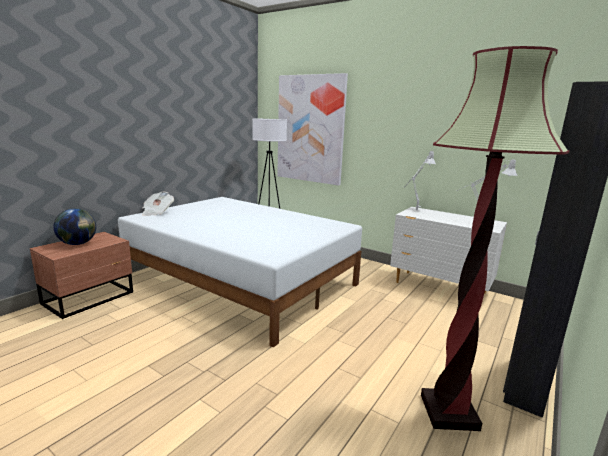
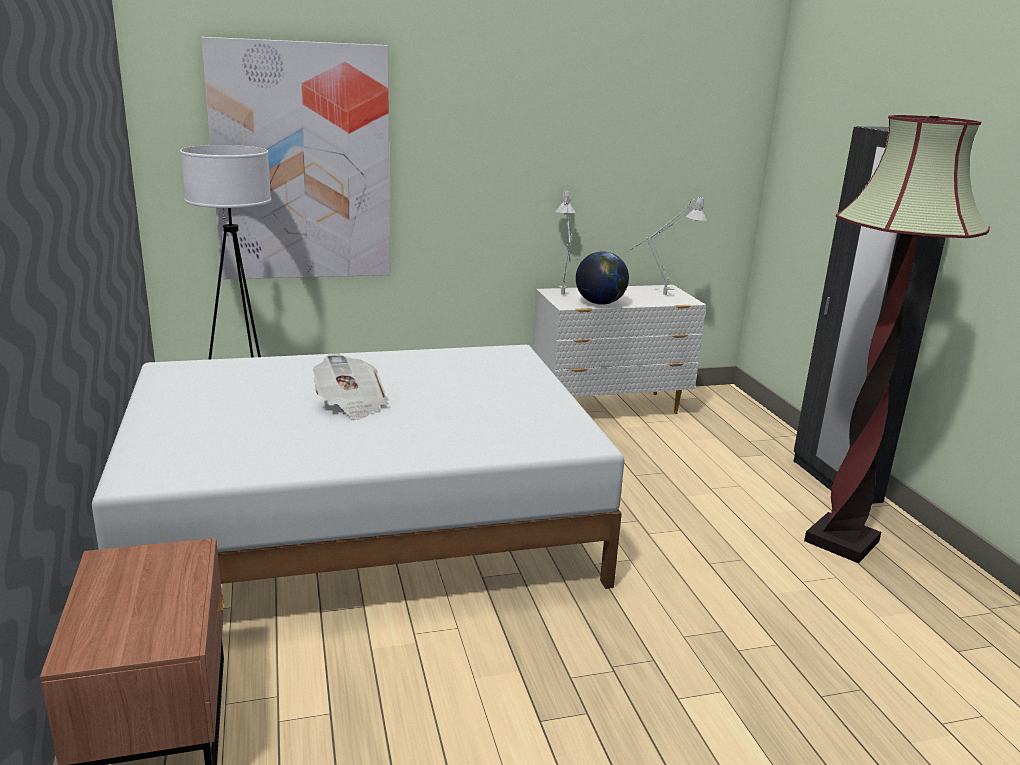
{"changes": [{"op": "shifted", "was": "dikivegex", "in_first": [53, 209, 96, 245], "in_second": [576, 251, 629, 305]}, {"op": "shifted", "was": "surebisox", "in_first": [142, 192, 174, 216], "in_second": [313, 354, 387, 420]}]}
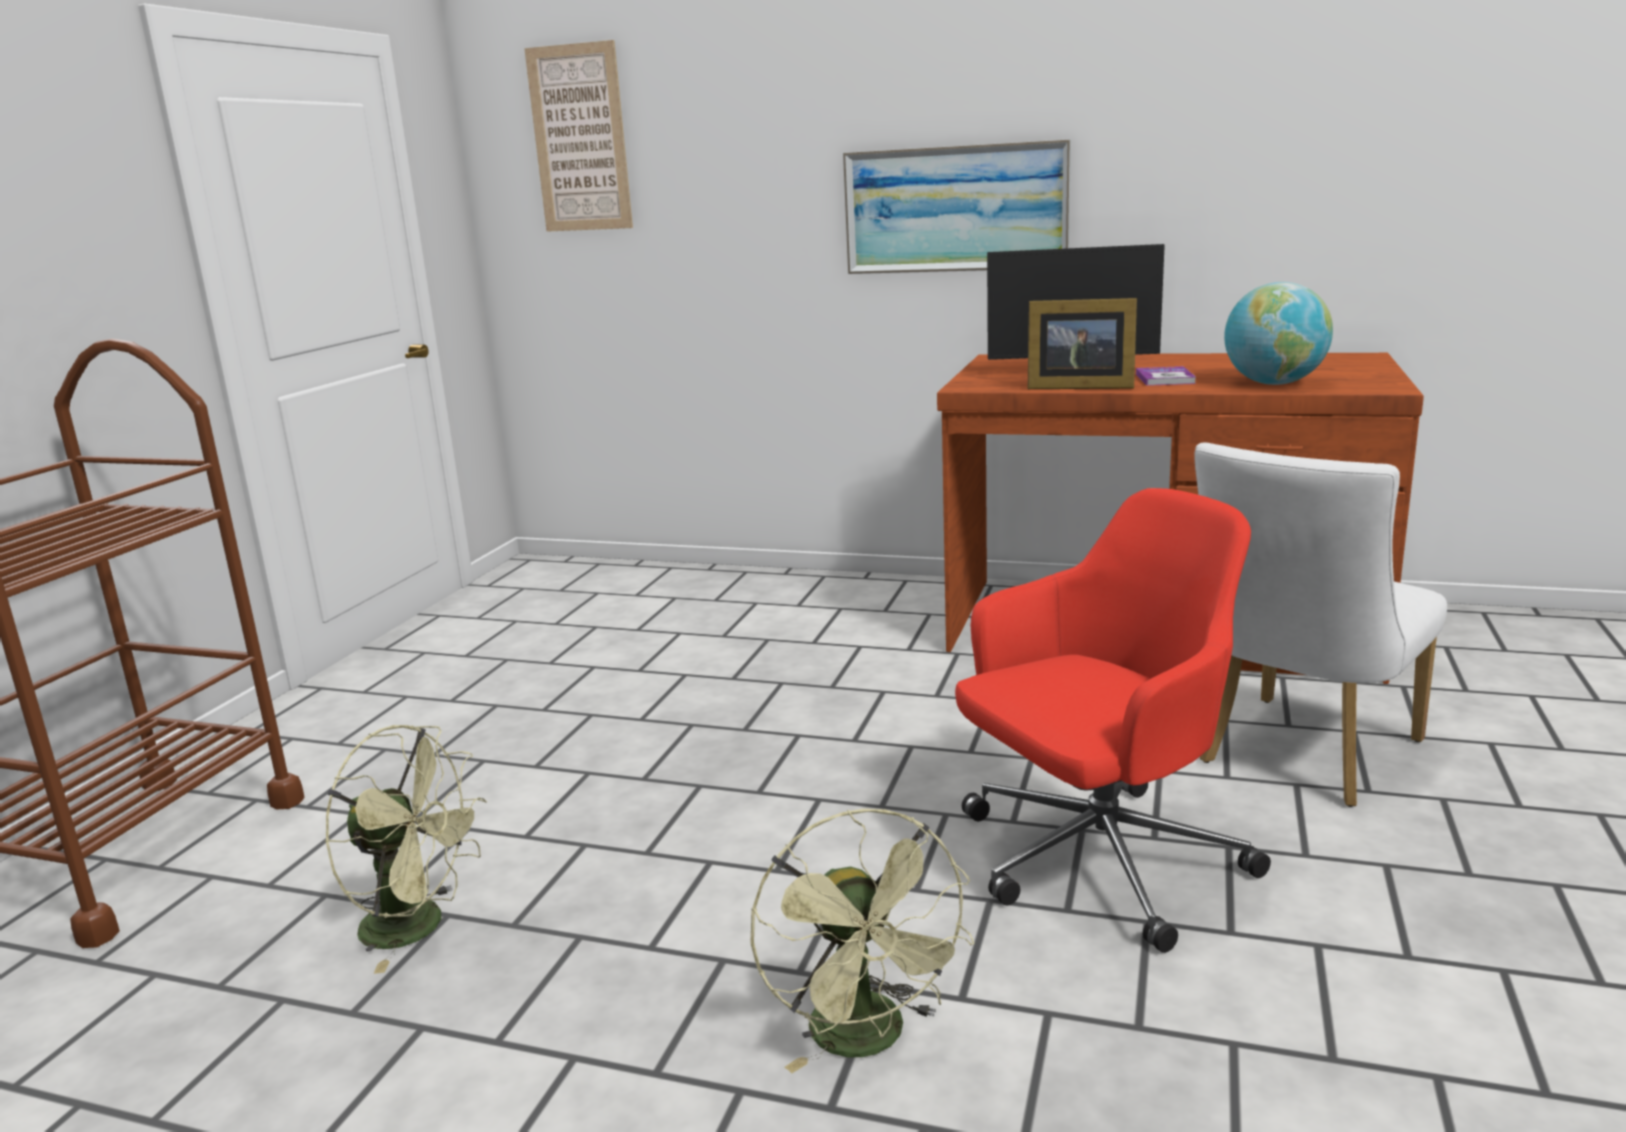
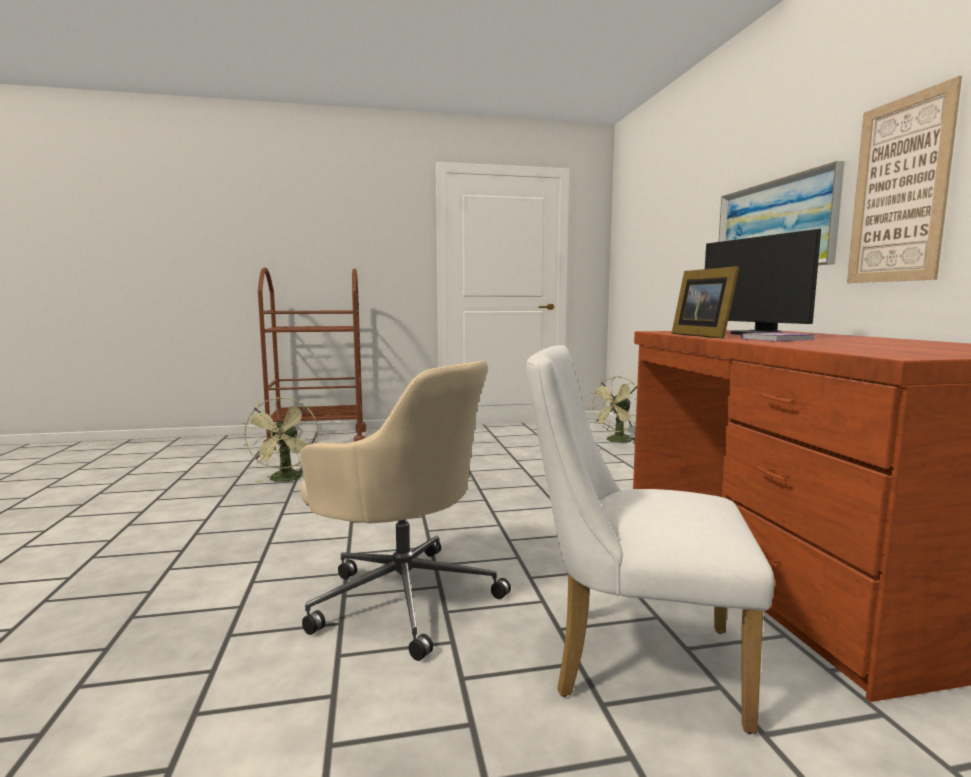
{"changes": [{"op": "gone", "was": "dikivegex", "in_first": [1224, 282, 1333, 385]}, {"op": "shifted", "was": "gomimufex", "in_first": [524, 40, 633, 232], "in_second": [847, 76, 962, 283]}, {"op": "shifted", "was": "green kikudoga", "in_first": [751, 809, 974, 1073], "in_second": [588, 376, 637, 444]}, {"op": "repainted", "was": "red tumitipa", "now": "beige tumitipa", "in_first": [955, 488, 1271, 953], "in_second": [300, 361, 511, 661]}]}
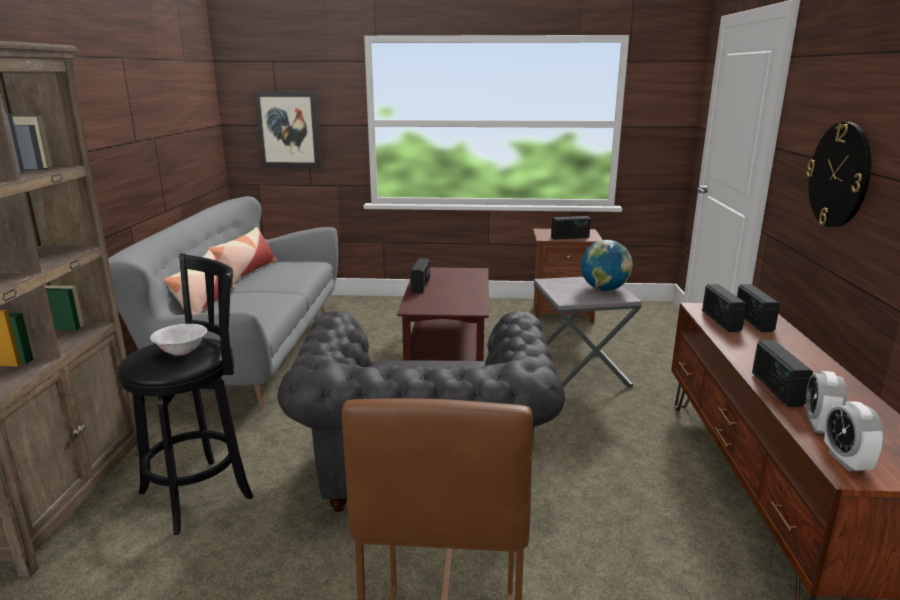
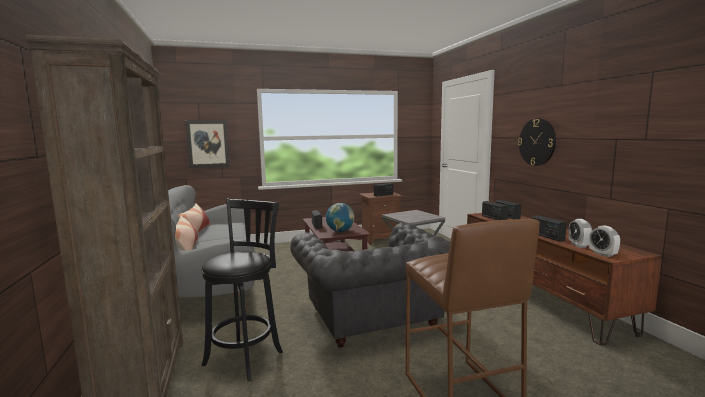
{"changes": [{"op": "gone", "was": "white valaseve", "in_first": [150, 324, 207, 356]}, {"op": "shifted", "was": "dikivegex", "in_first": [581, 240, 633, 291], "in_second": [326, 203, 355, 232]}]}
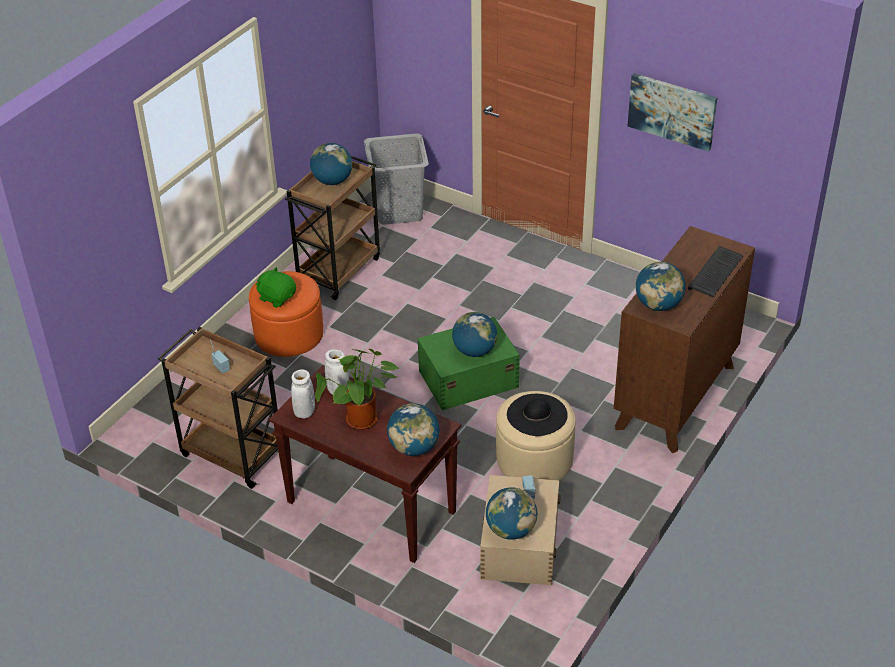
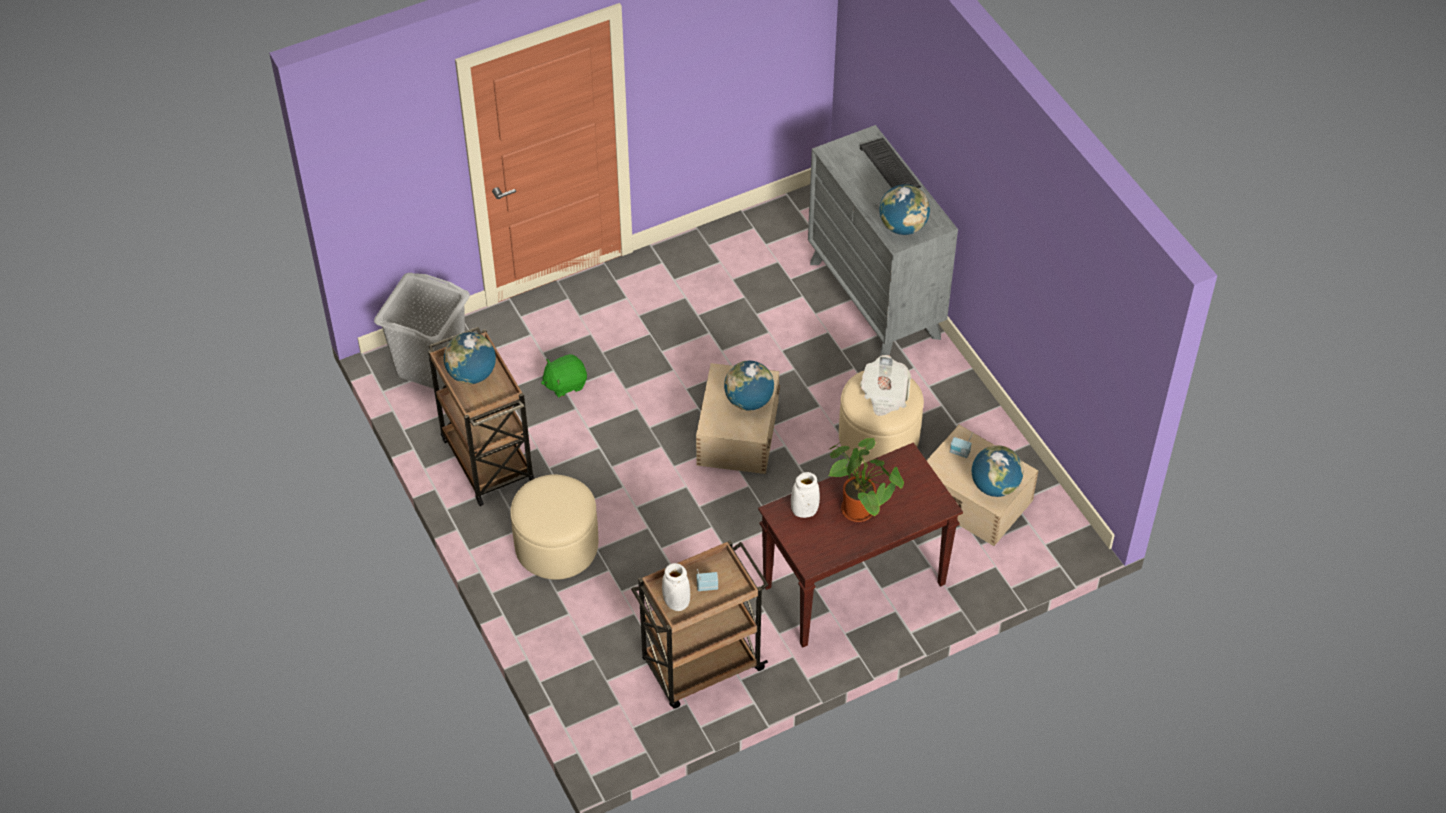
{"changes": [{"op": "gone", "was": "dikivegex", "in_first": [387, 403, 440, 456]}, {"op": "gone", "was": "gomimufex", "in_first": [627, 73, 717, 152]}, {"op": "shifted", "was": "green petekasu", "in_first": [256, 267, 296, 308], "in_second": [541, 354, 587, 397]}, {"op": "shifted", "was": "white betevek", "in_first": [291, 369, 315, 418], "in_second": [662, 563, 690, 611]}, {"op": "swapped", "was": "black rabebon", "now": "surebisox", "in_first": [507, 394, 568, 436], "in_second": [860, 355, 911, 416]}, {"op": "repainted", "was": "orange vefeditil", "now": "beige vefeditil", "in_first": [249, 271, 323, 357], "in_second": [510, 475, 599, 580]}, {"op": "repainted", "was": "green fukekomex", "now": "beige fukekomex", "in_first": [418, 317, 520, 410], "in_second": [696, 363, 780, 474]}, {"op": "repainted", "was": "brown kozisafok", "now": "grey kozisafok", "in_first": [614, 226, 755, 453], "in_second": [808, 125, 958, 356]}]}
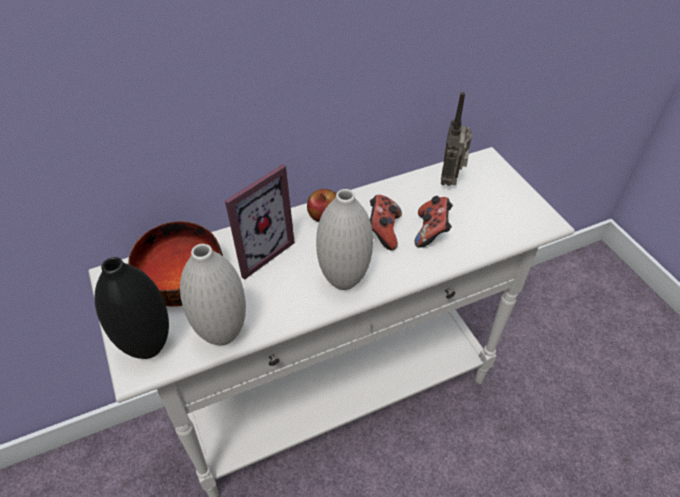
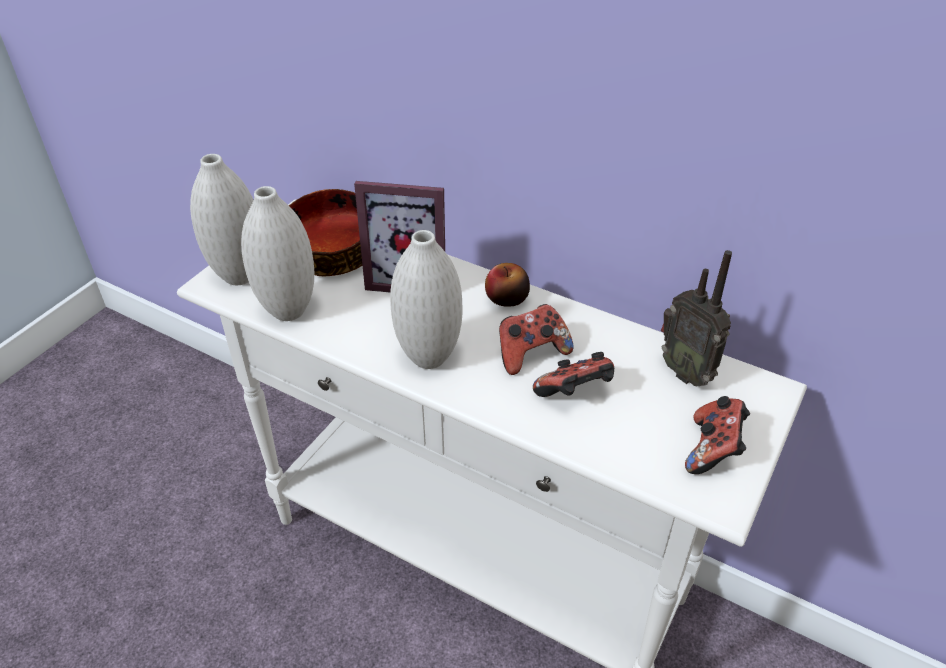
{"changes": [{"op": "new", "now": "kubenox", "in_second": [685, 396, 750, 474]}, {"op": "repainted", "was": "black betevek", "now": "white betevek", "in_first": [94, 257, 169, 359], "in_second": [190, 154, 254, 285]}, {"op": "rotated", "was": "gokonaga", "in_first": [441, 92, 472, 186], "in_second": [661, 250, 732, 386], "clockwise": -105}]}
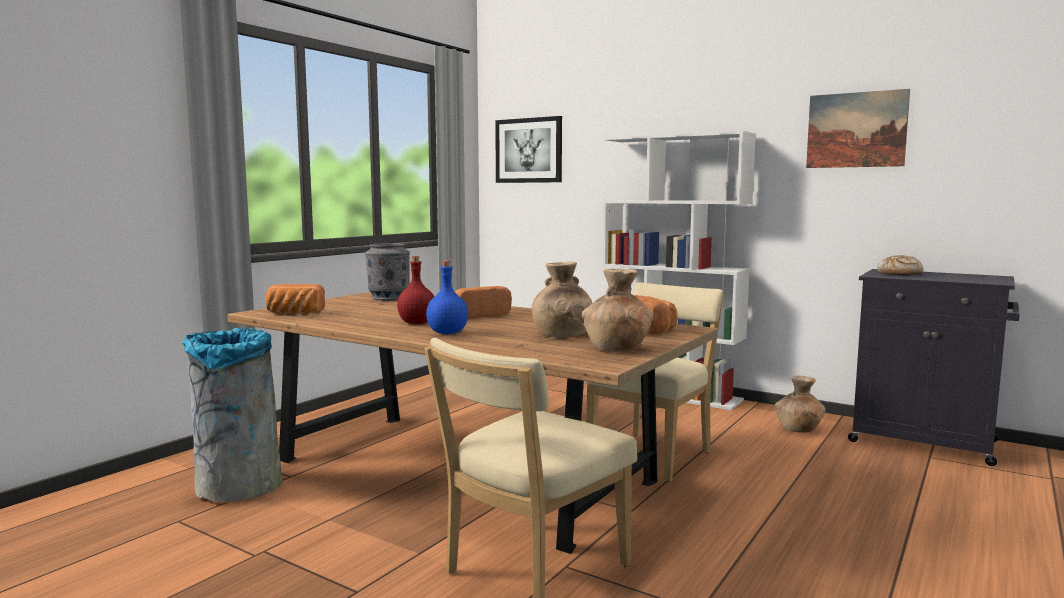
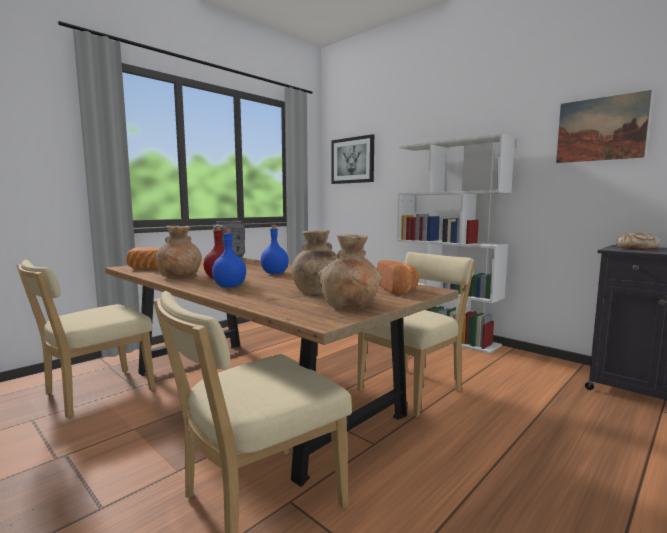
{"changes": [{"op": "shifted", "was": "brown betevek", "in_first": [775, 375, 826, 433], "in_second": [156, 226, 202, 277]}, {"op": "swapped", "was": "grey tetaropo", "now": "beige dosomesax", "in_first": [182, 328, 283, 502], "in_second": [17, 260, 155, 418]}, {"op": "swapped", "was": "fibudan", "now": "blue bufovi", "in_first": [455, 286, 512, 318], "in_second": [260, 225, 289, 274]}]}
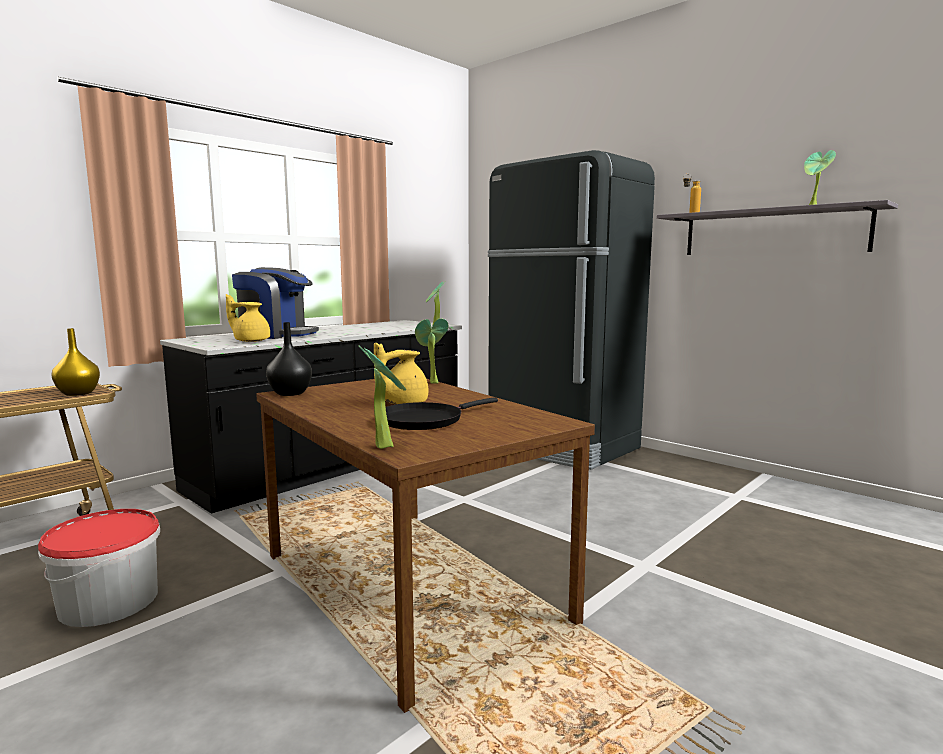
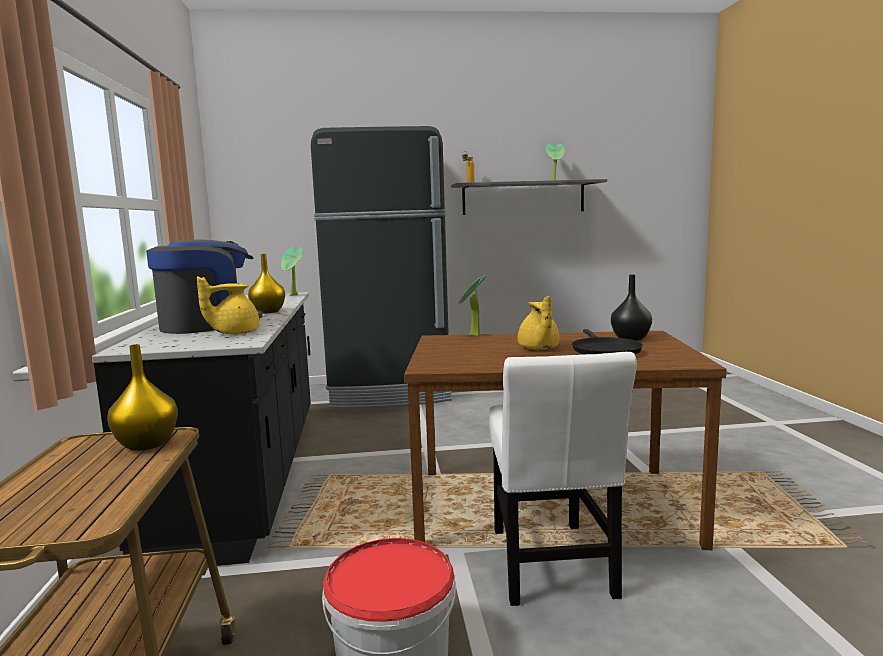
{"changes": [{"op": "gone", "was": "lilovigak", "in_first": [359, 345, 406, 449]}, {"op": "new", "now": "yellow betevek", "in_second": [248, 254, 285, 313]}, {"op": "new", "now": "white dosomesax", "in_second": [489, 352, 637, 606]}, {"op": "shifted", "was": "black betevek", "in_first": [266, 322, 312, 396], "in_second": [611, 275, 652, 341]}]}
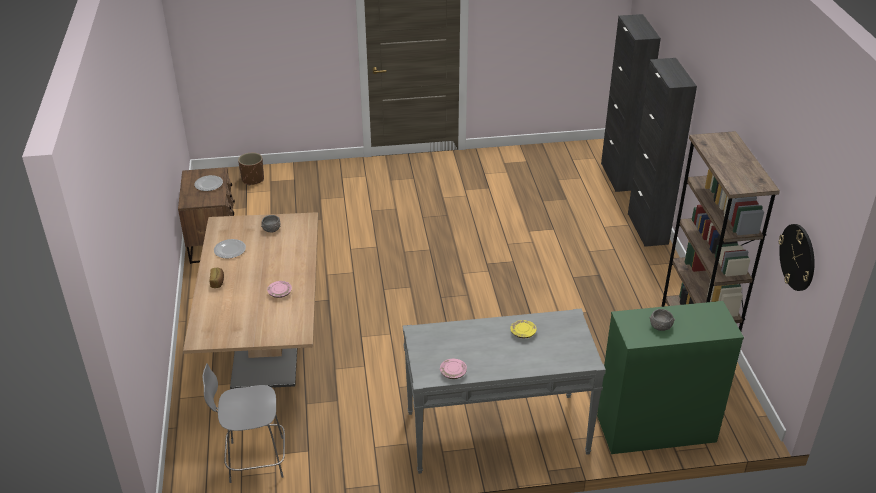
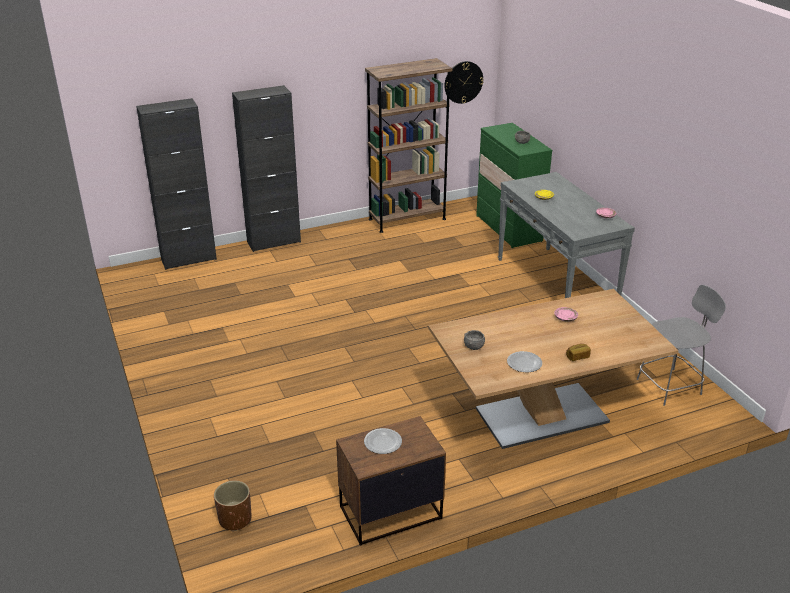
{"changes": [{"op": "rotated", "was": "grey dosomesax", "in_first": [203, 363, 285, 483], "in_second": [637, 285, 726, 406], "clockwise": -90}]}
